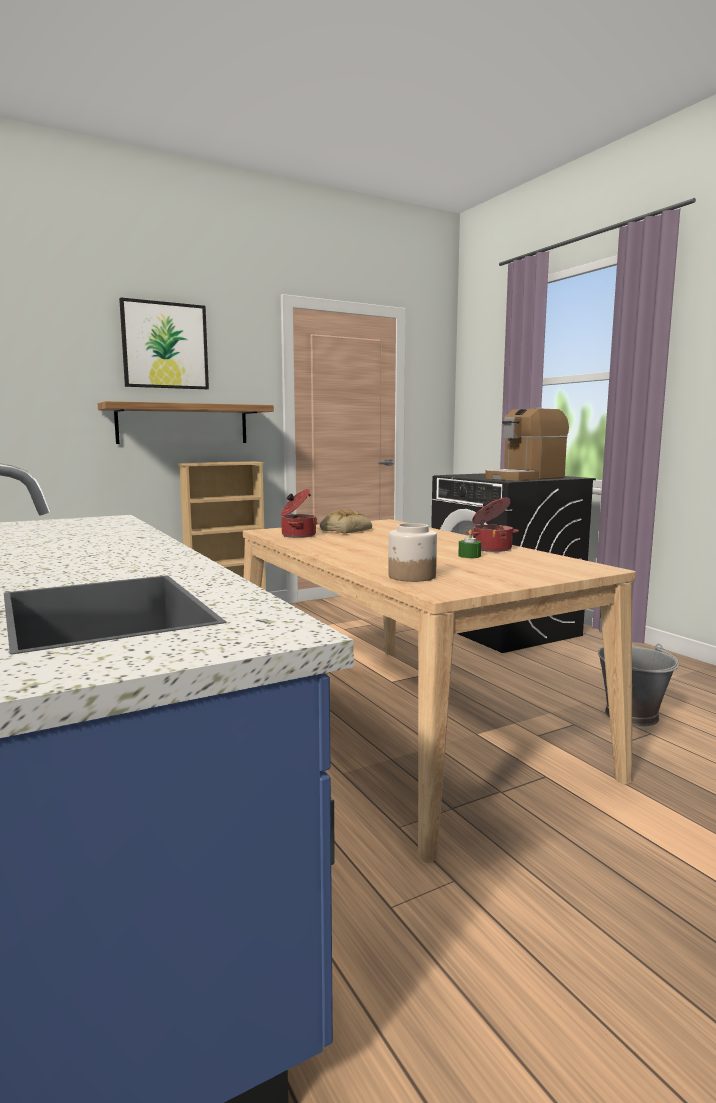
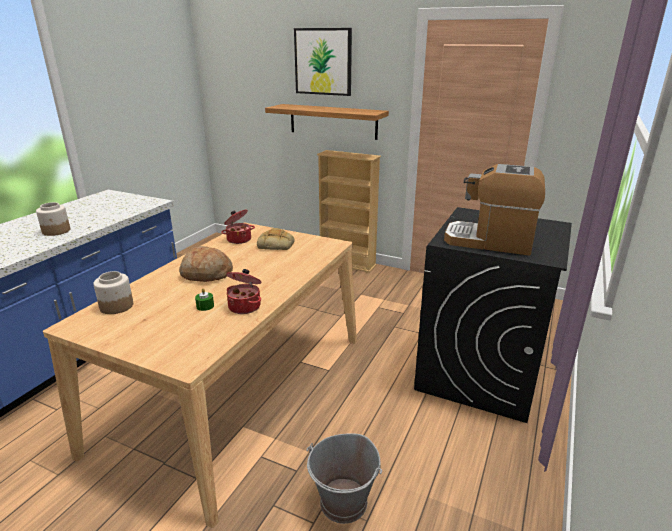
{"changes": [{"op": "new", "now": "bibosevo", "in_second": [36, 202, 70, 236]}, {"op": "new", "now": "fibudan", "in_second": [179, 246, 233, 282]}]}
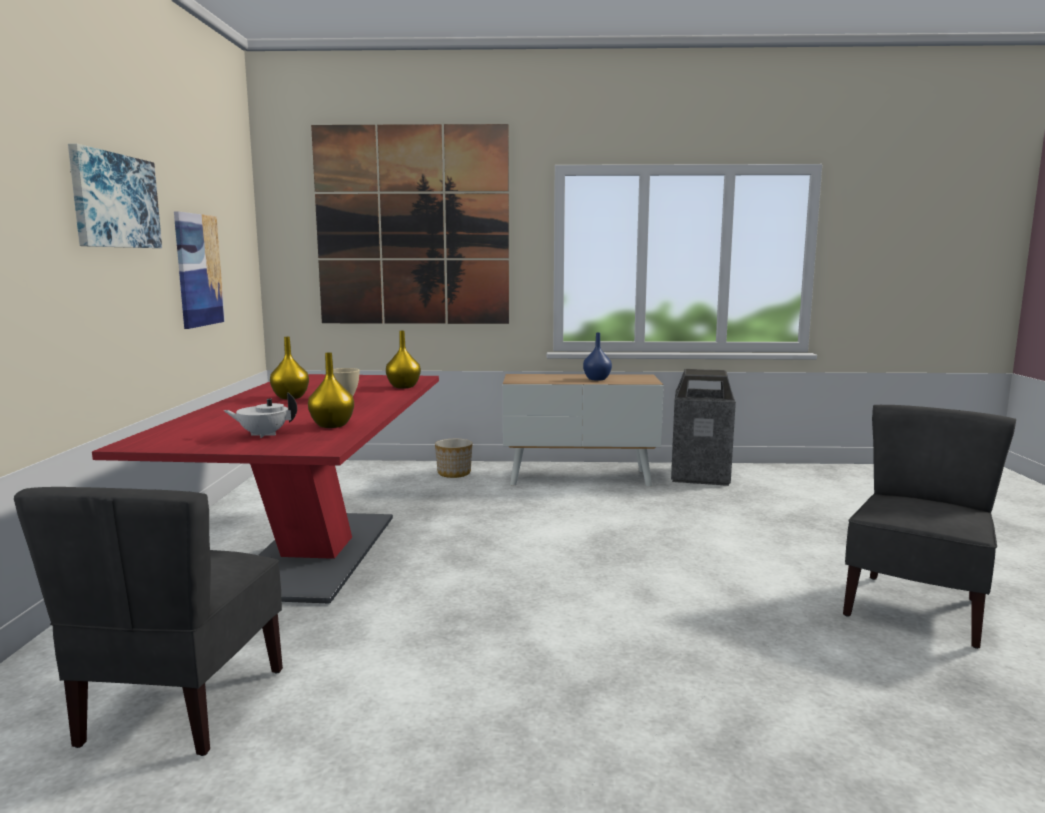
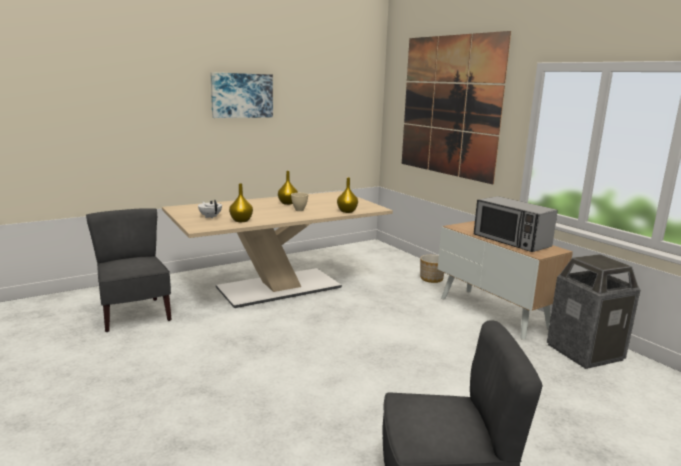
{"changes": [{"op": "gone", "was": "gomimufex", "in_first": [174, 211, 225, 329]}, {"op": "swapped", "was": "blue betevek", "now": "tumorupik", "in_first": [583, 333, 612, 381], "in_second": [474, 196, 558, 252]}, {"op": "repainted", "was": "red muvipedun", "now": "beige muvipedun", "in_first": [92, 374, 439, 603], "in_second": [162, 191, 393, 308]}, {"op": "rotated", "was": "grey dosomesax", "in_first": [14, 487, 283, 756], "in_second": [86, 208, 172, 332], "clockwise": 90}]}
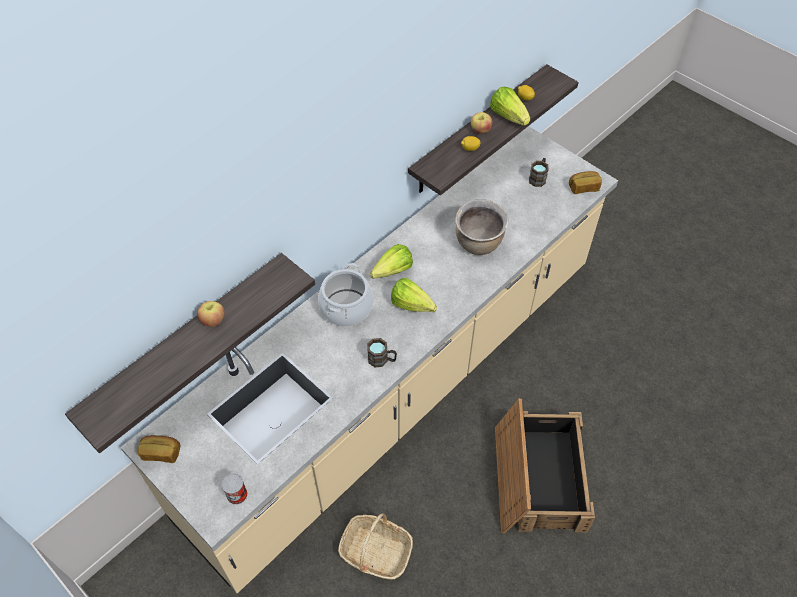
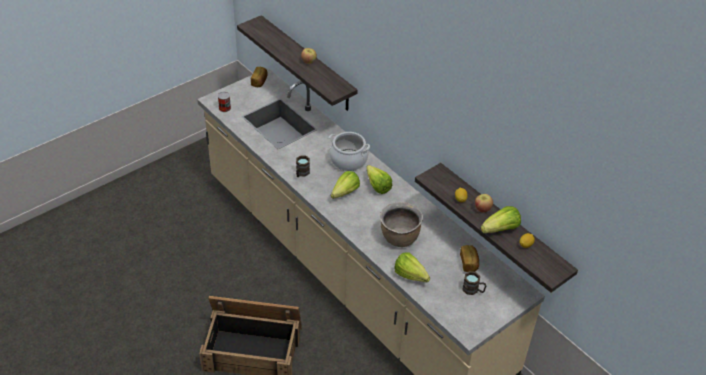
{"changes": [{"op": "gone", "was": "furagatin", "in_first": [338, 514, 413, 580]}, {"op": "new", "now": "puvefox", "in_second": [394, 252, 430, 282]}, {"op": "shifted", "was": "fibudan", "in_first": [569, 171, 602, 194], "in_second": [460, 245, 479, 272]}]}
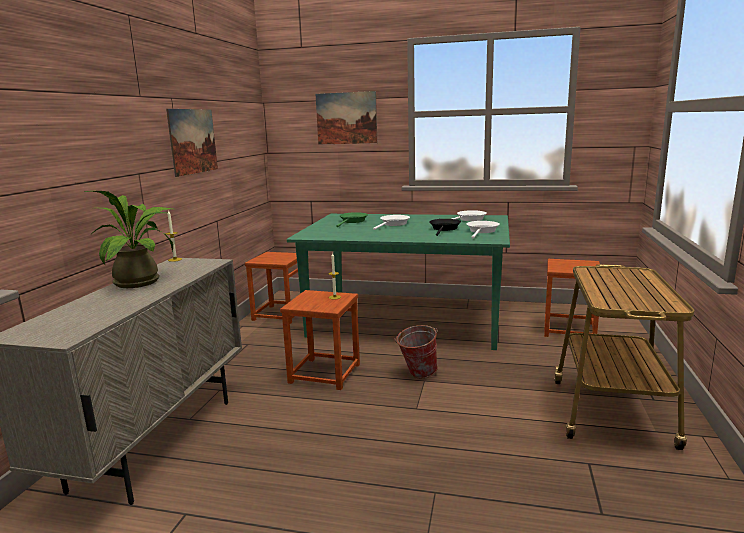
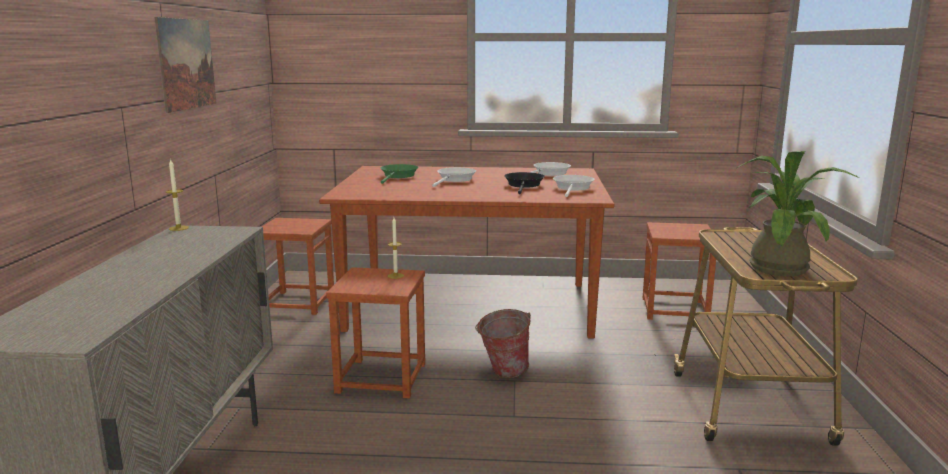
{"changes": [{"op": "gone", "was": "gomimufex", "in_first": [316, 91, 377, 144]}, {"op": "shifted", "was": "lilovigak", "in_first": [84, 191, 173, 288], "in_second": [737, 151, 859, 276]}, {"op": "repainted", "was": "green muvipedun", "now": "brown muvipedun", "in_first": [287, 214, 510, 350], "in_second": [319, 166, 614, 339]}]}
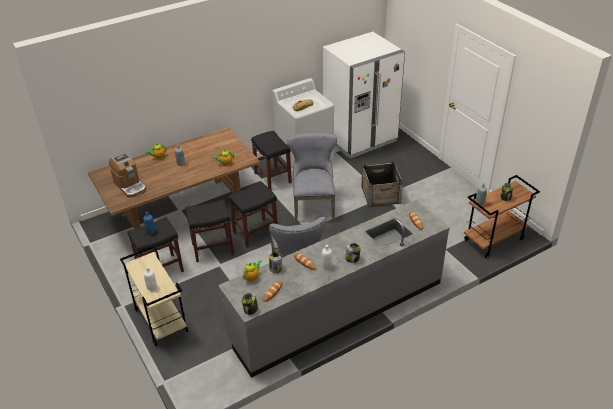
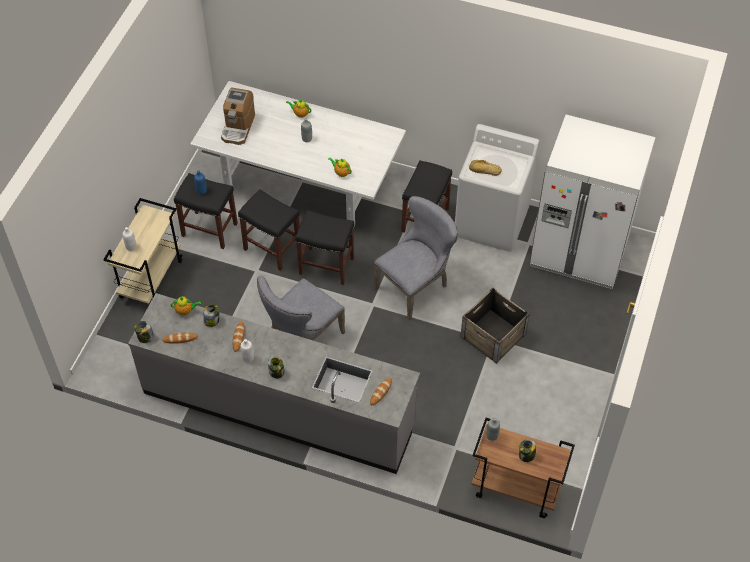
{"changes": [{"op": "repainted", "was": "brown muvipedun", "now": "white muvipedun", "in_first": [88, 127, 260, 229], "in_second": [190, 81, 406, 226]}]}
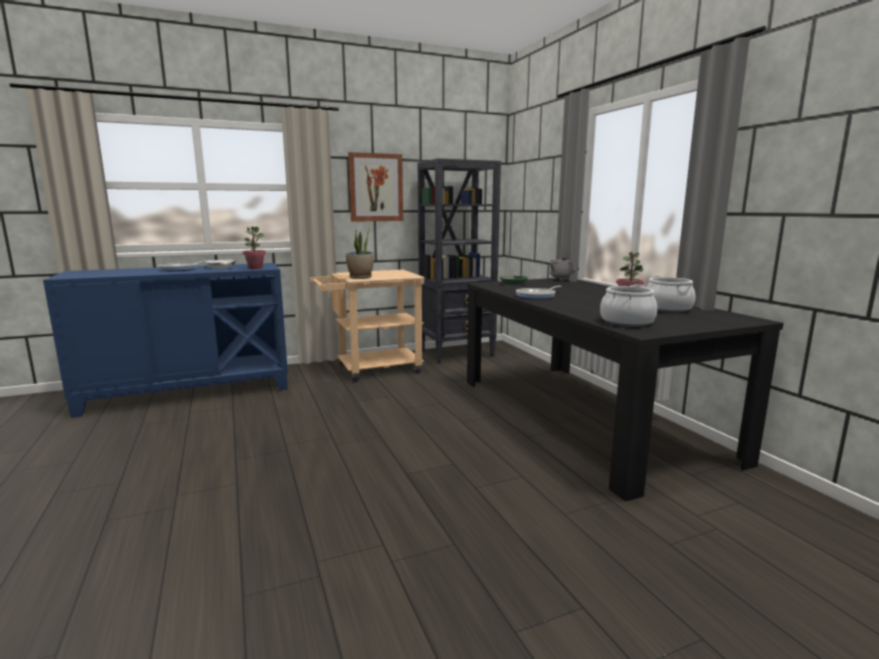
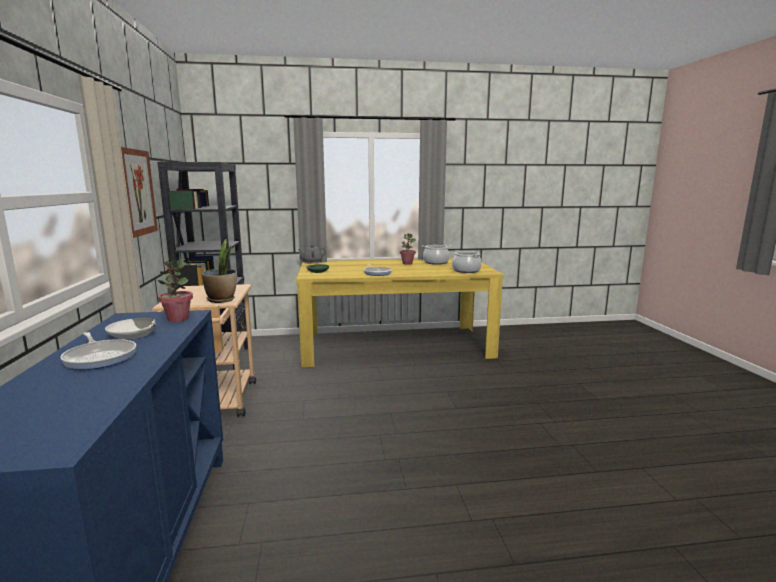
{"changes": [{"op": "repainted", "was": "black muvipedun", "now": "yellow muvipedun", "in_first": [467, 278, 783, 501], "in_second": [296, 258, 504, 367]}]}
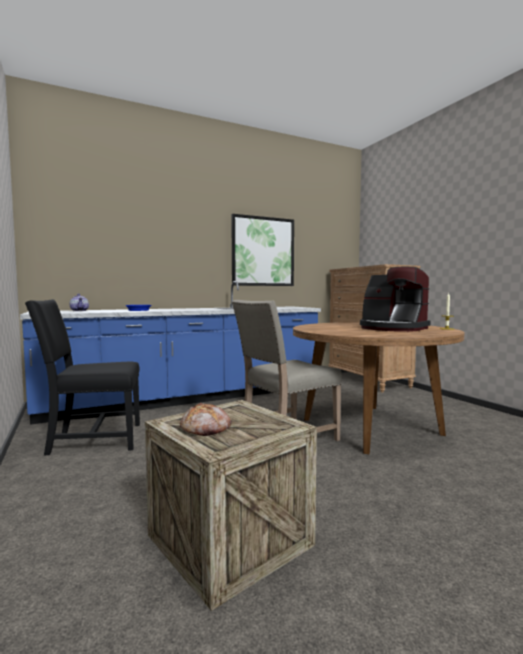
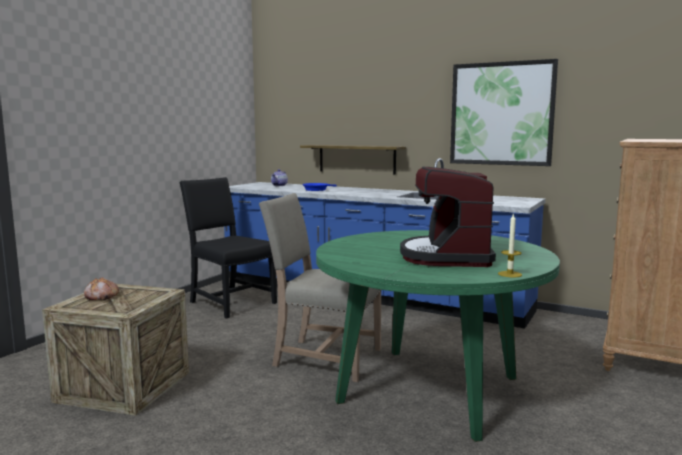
{"changes": [{"op": "new", "now": "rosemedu", "in_second": [300, 145, 406, 175]}, {"op": "repainted", "was": "brown muvipedun", "now": "green muvipedun", "in_first": [293, 322, 465, 454], "in_second": [316, 230, 560, 442]}]}
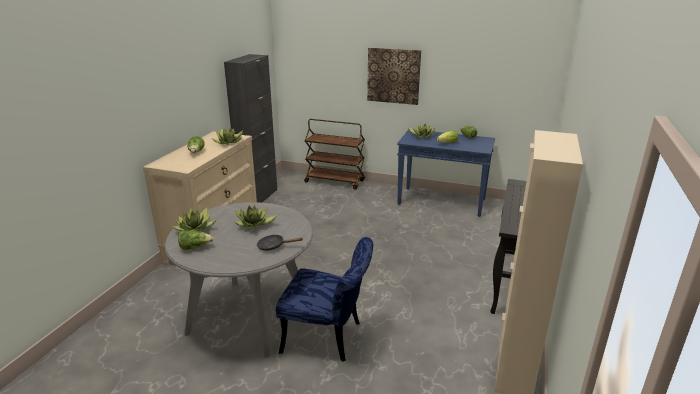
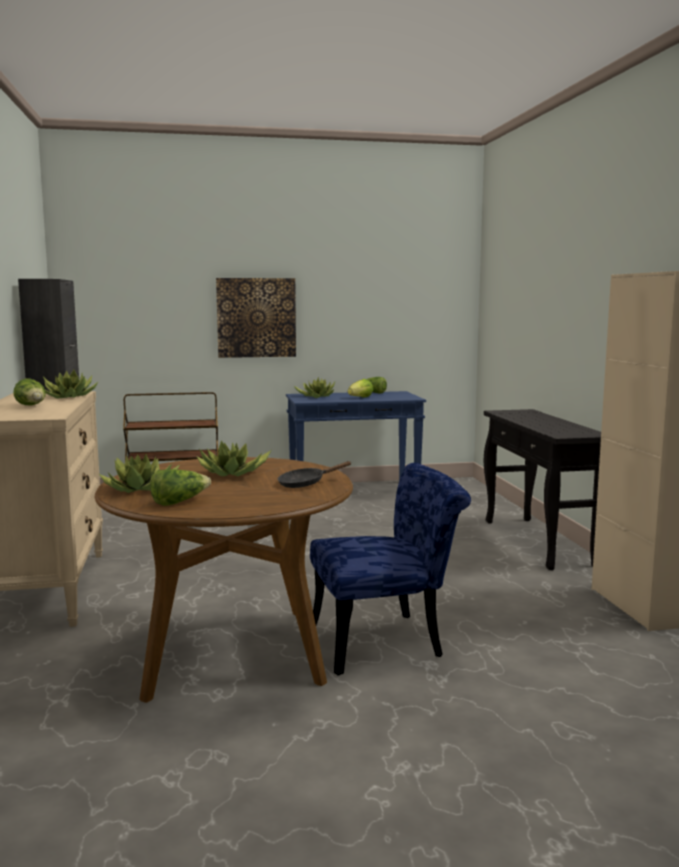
{"changes": [{"op": "repainted", "was": "grey muvipedun", "now": "brown muvipedun", "in_first": [165, 202, 313, 357], "in_second": [95, 457, 353, 703]}]}
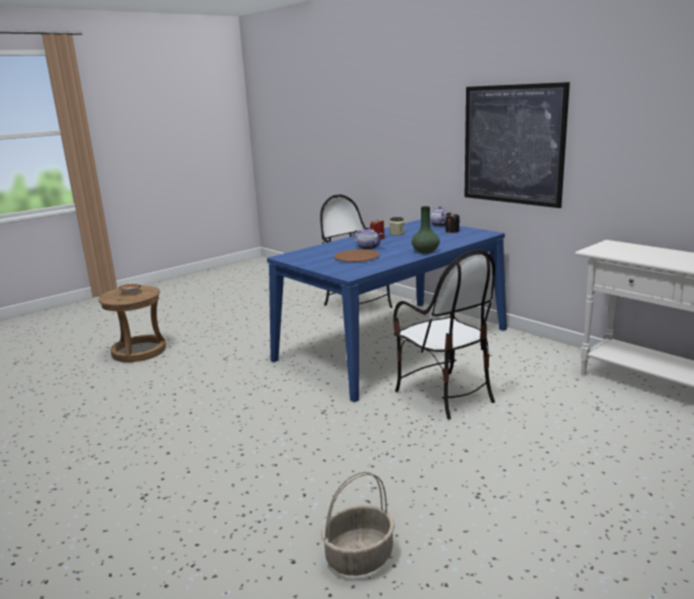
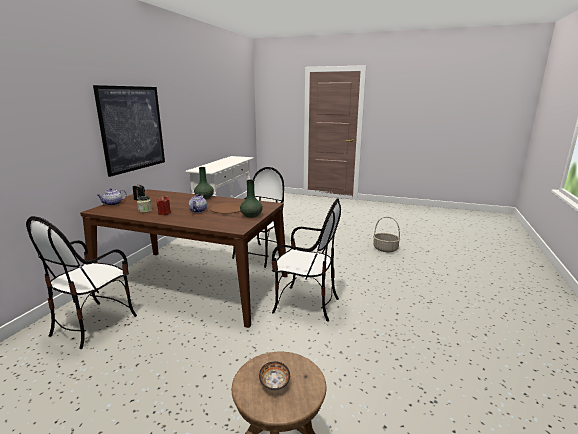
{"changes": [{"op": "new", "now": "green betevek", "in_second": [240, 180, 263, 218]}, {"op": "new", "now": "dosomesax", "in_second": [272, 198, 341, 322]}, {"op": "repainted", "was": "blue muvipedun", "now": "brown muvipedun", "in_first": [267, 220, 507, 402], "in_second": [80, 189, 288, 328]}]}
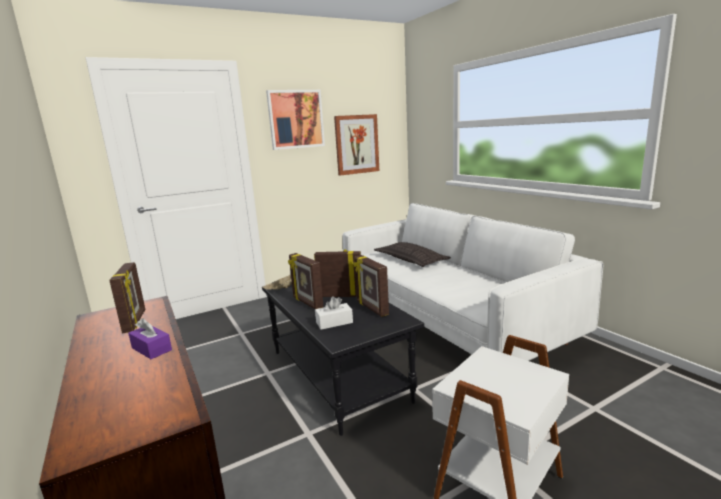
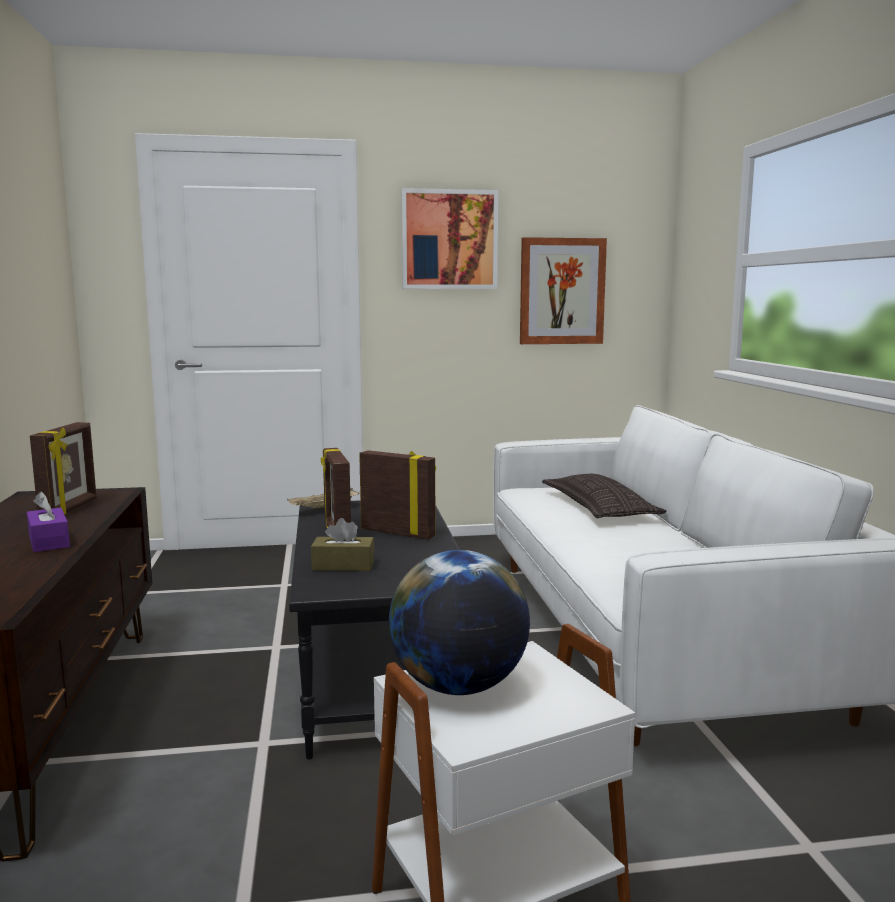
{"changes": [{"op": "gone", "was": "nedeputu", "in_first": [353, 255, 389, 317]}, {"op": "new", "now": "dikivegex", "in_second": [389, 550, 530, 695]}, {"op": "repainted", "was": "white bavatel", "now": "brown bavatel", "in_first": [315, 296, 353, 330], "in_second": [311, 518, 374, 571]}]}
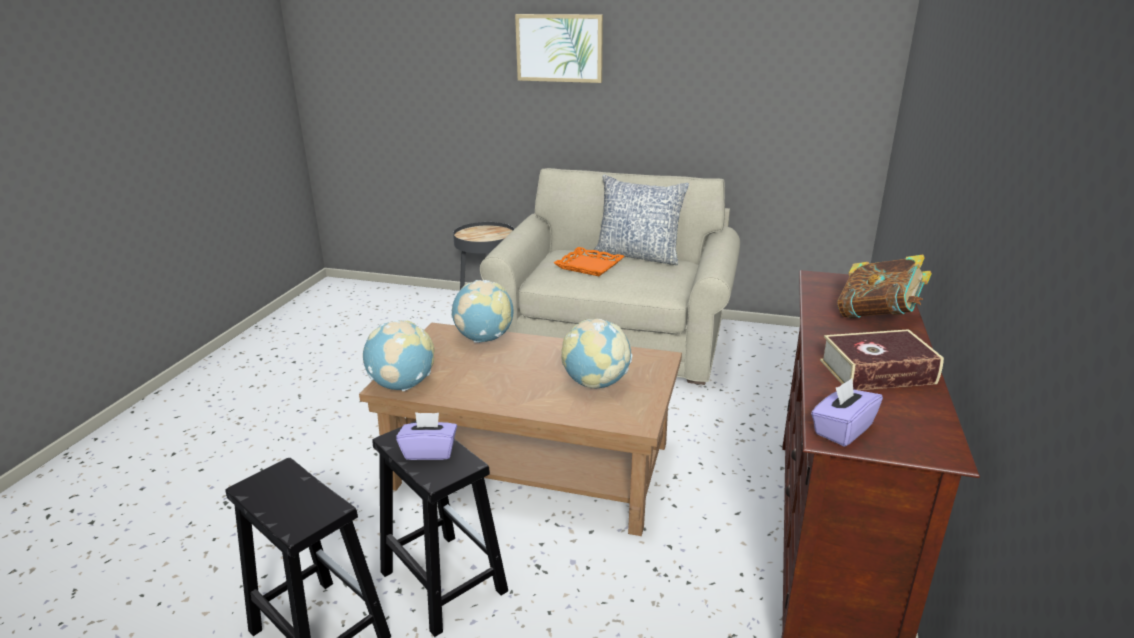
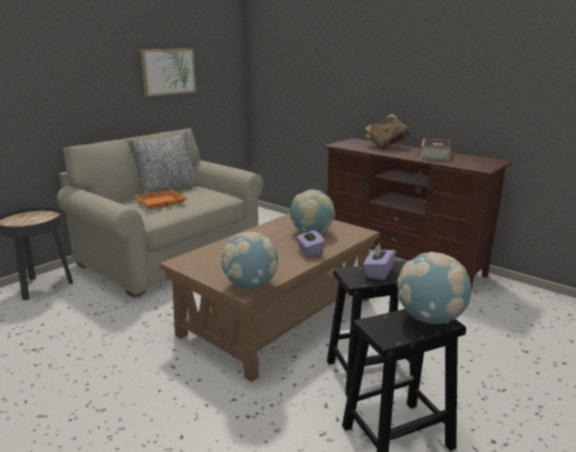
{"changes": [{"op": "shifted", "was": "dikivegex", "in_first": [451, 280, 513, 343], "in_second": [397, 252, 472, 324]}, {"op": "shifted", "was": "gomimufex", "in_first": [515, 14, 603, 83], "in_second": [140, 49, 196, 97]}, {"op": "shifted", "was": "purple bavatel", "in_first": [811, 378, 883, 446], "in_second": [297, 229, 325, 257]}]}
